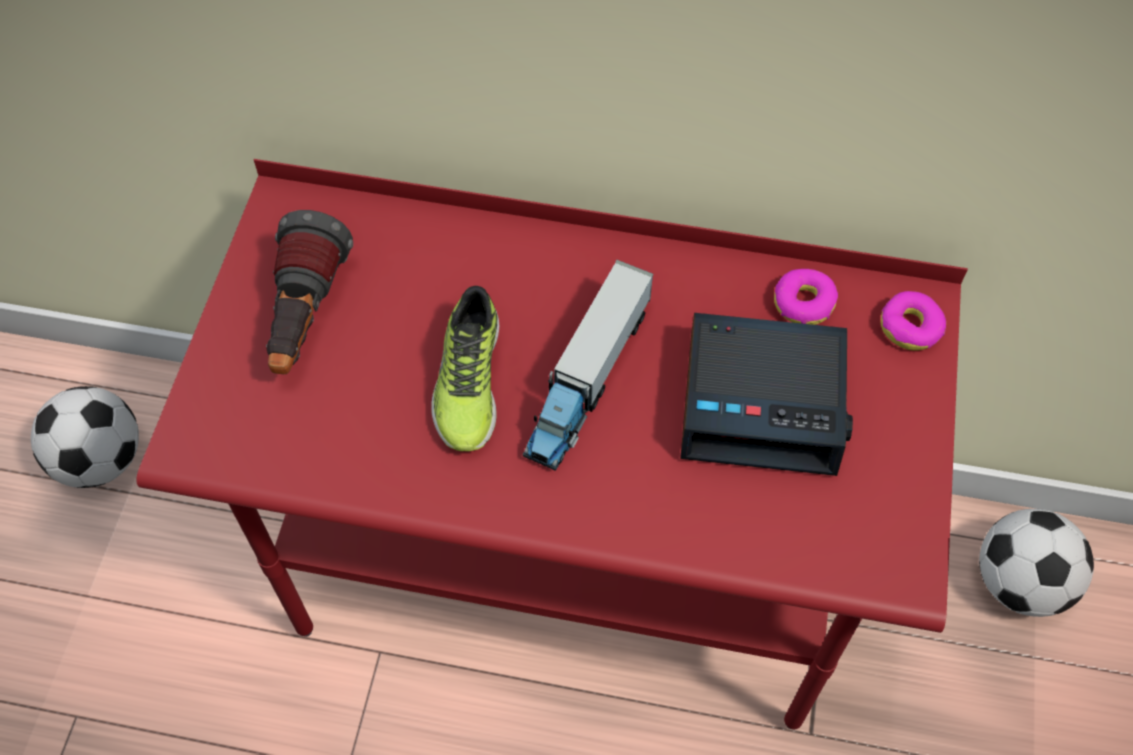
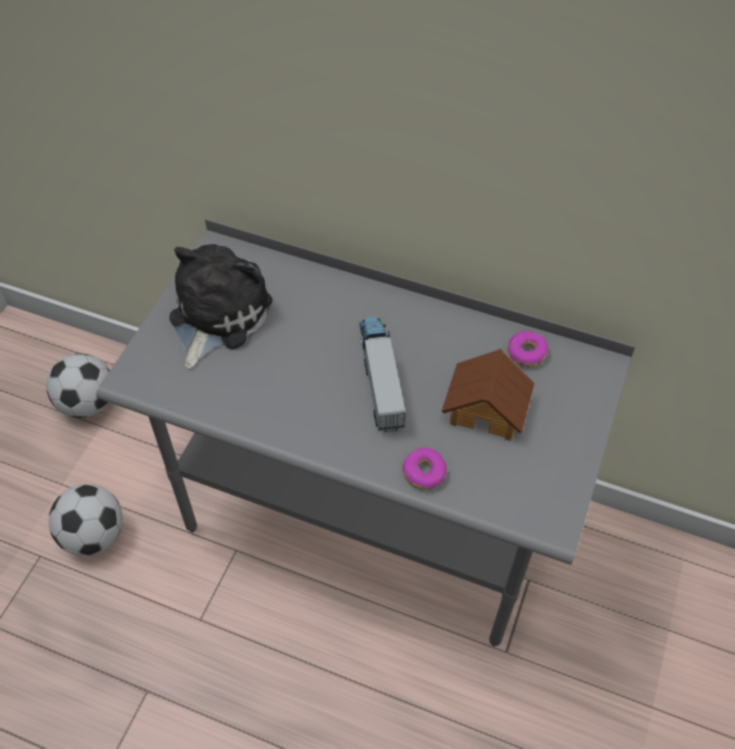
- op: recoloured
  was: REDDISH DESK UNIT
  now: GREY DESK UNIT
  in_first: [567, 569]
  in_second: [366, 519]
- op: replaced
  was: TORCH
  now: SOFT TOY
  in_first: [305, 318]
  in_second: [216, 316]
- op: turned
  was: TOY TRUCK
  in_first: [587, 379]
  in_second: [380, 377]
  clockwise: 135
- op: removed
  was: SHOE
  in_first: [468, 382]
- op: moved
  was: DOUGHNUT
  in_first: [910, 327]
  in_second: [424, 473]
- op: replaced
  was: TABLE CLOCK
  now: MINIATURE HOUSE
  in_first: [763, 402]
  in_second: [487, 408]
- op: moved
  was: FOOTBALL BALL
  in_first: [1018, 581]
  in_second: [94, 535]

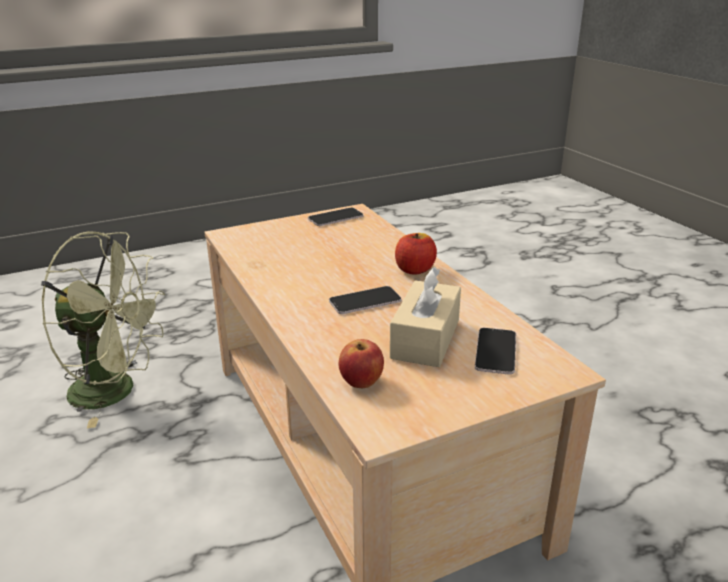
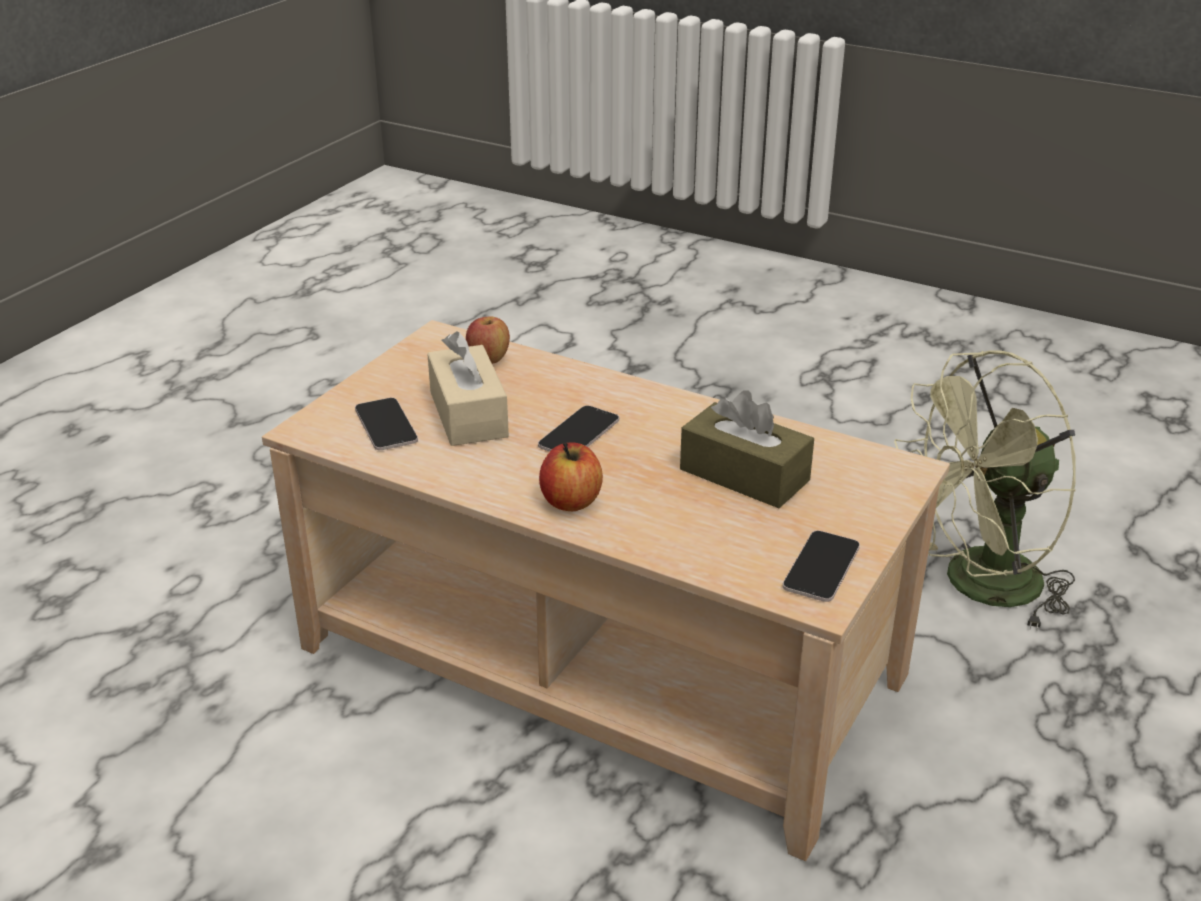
- op: added
  now: BROWN TISSUE BOX
  in_second: [744, 475]

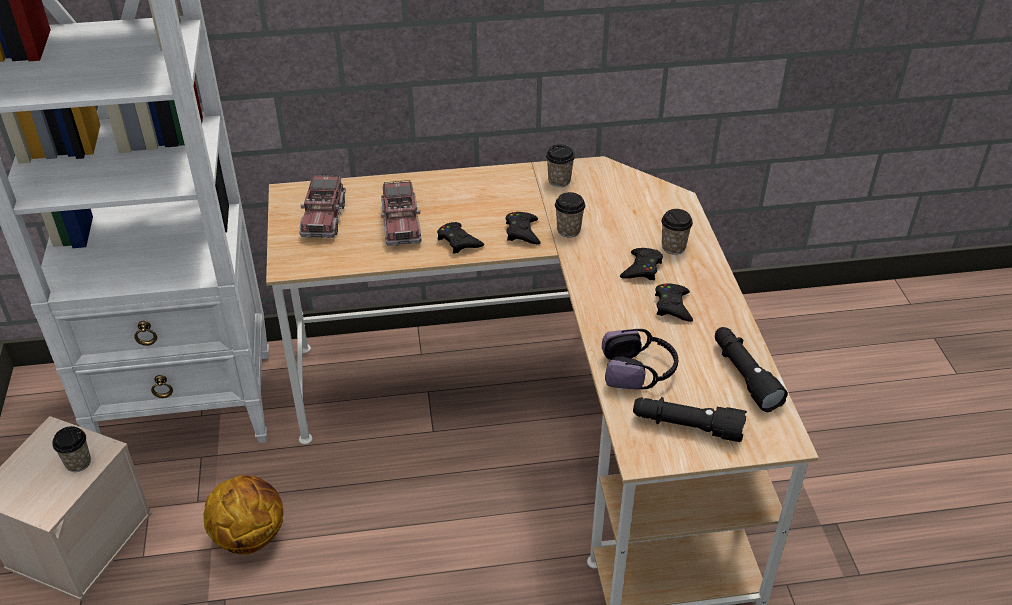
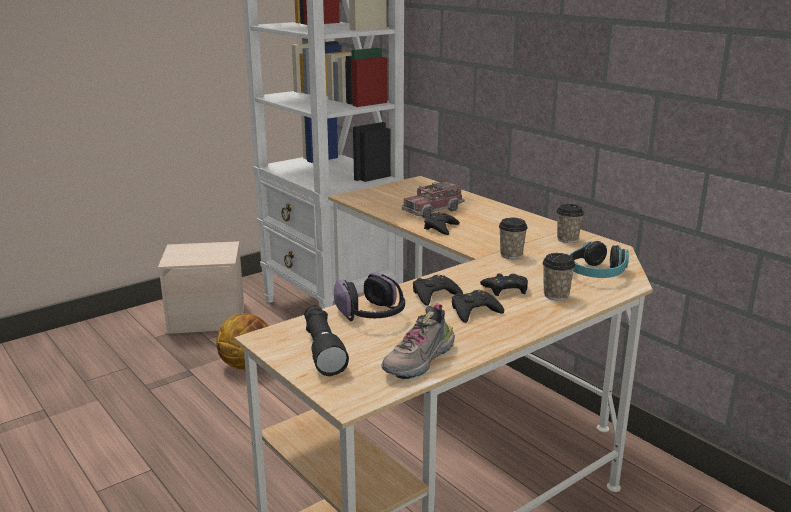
- op: removed
  was: TOY TRUCK
  in_first: [324, 218]
- op: moved
  was: BLACKISH JOYPAD
  in_first: [522, 232]
  in_second: [435, 295]
- op: replaced
  was: BLACKISH TORCH
  now: SHOE
  in_first: [744, 375]
  in_second: [420, 361]
- op: removed
  was: CUP
  in_first: [78, 463]
- op: added
  now: HEADPHONES
  in_second: [596, 273]

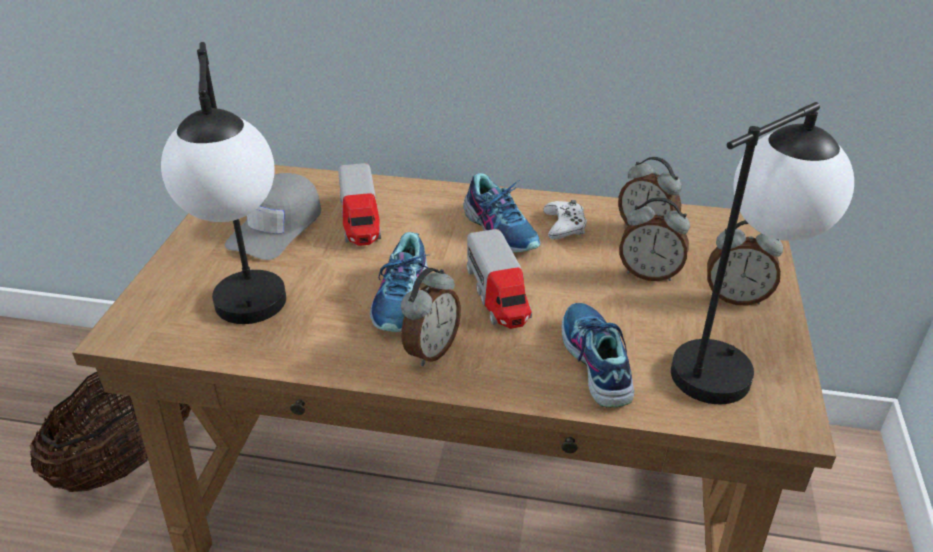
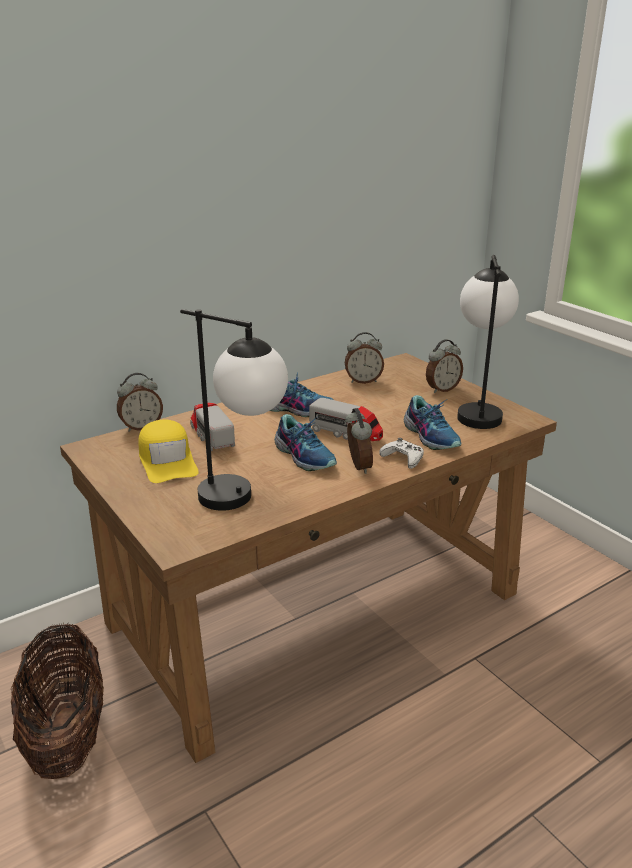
- op: turned
  was: TOY TRUCK
  in_first: [360, 220]
  in_second: [212, 436]
  clockwise: -150
- op: recoloured
  was: GREY BASEBALL CAP
  now: YELLOWISH BASEBALL CAP
  in_first: [277, 227]
  in_second: [167, 460]
- op: moved
  was: TABLE CLOCK
  in_first: [649, 273]
  in_second: [141, 427]
- op: moved
  was: WHITE JOYPAD
  in_first: [564, 226]
  in_second: [403, 458]
- op: turned
  was: SHOE
  in_first: [594, 362]
  in_second: [431, 436]
  clockwise: -150

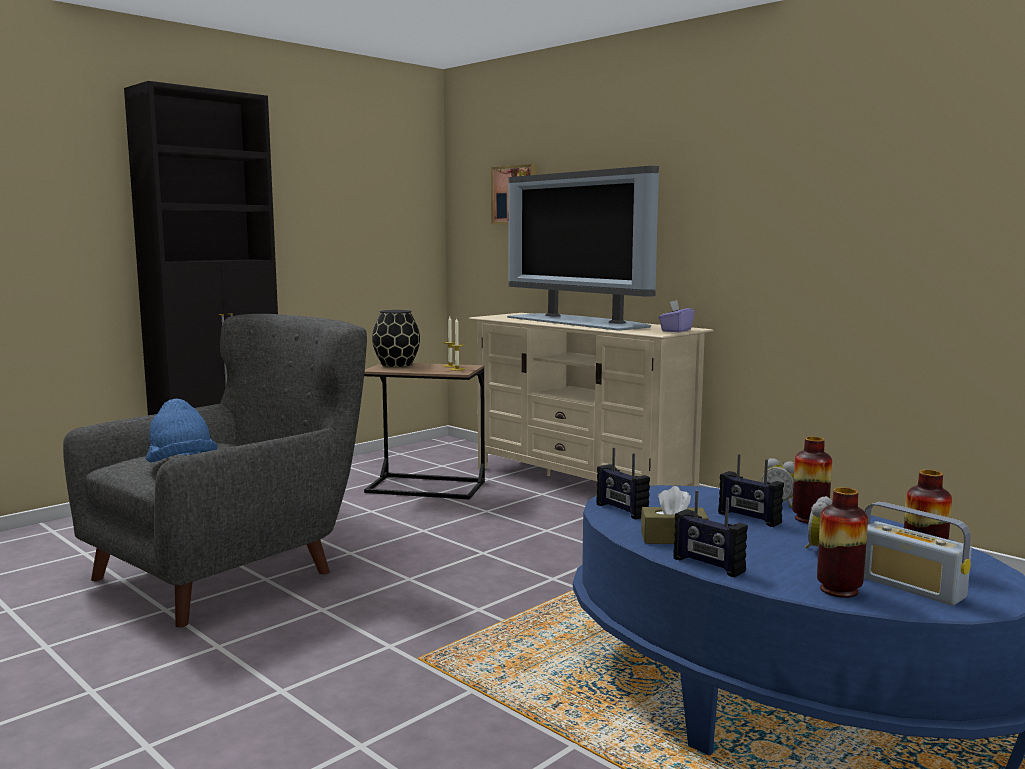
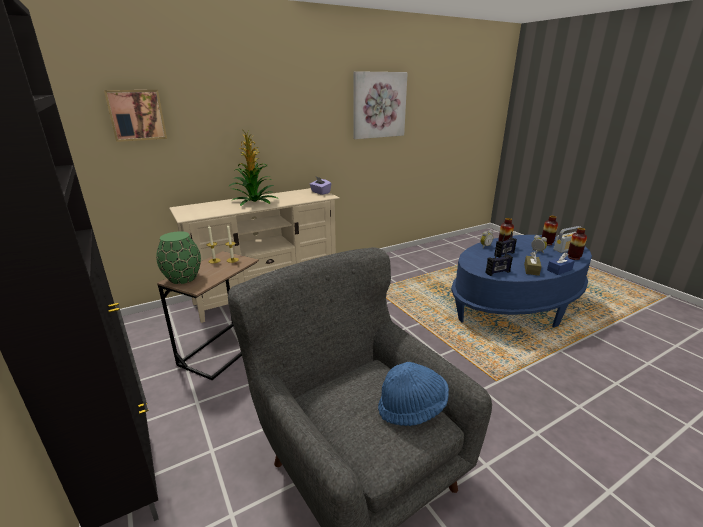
- op: replaced
  was: TV
  now: HOUSEPLANT
  in_first: [579, 322]
  in_second: [254, 202]
- op: recoloured
  was: BLACKISH FLOWER VASE
  now: GREEN-COLOURED FLOWER VASE
  in_first: [397, 364]
  in_second: [183, 278]
- op: replaced
  was: RADIO
  now: BLUE-COLOURED TISSUE BOX
  in_first: [708, 565]
  in_second: [559, 270]
- op: added
  now: WALL PICTURE
  in_second: [379, 105]

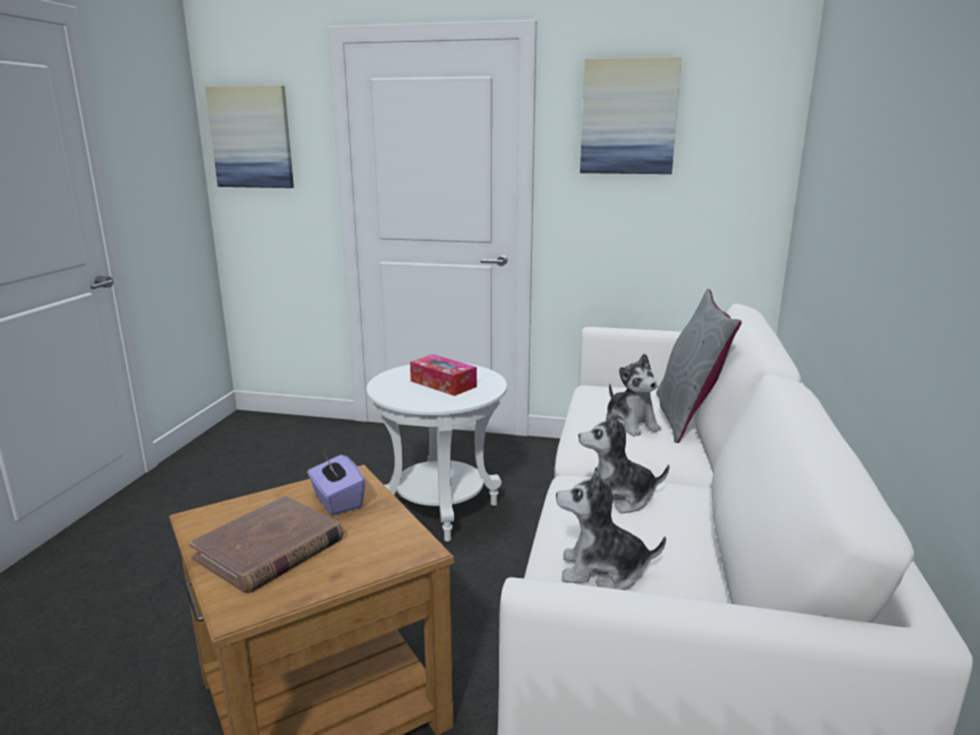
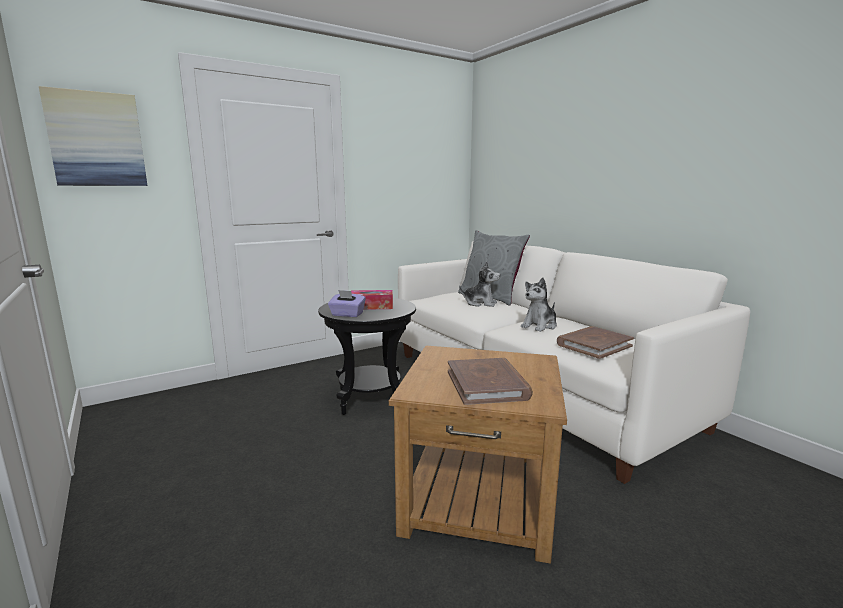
- op: removed
  was: WALL PICTURE
  in_first: [628, 117]
- op: recoloured
  was: WHITE END TABLE
  now: BLACKISH END TABLE
  in_first: [440, 510]
  in_second: [370, 399]
- op: moved
  was: PURPLE-COLOURED TISSUE BOX
  in_first: [337, 501]
  in_second: [347, 314]
- op: replaced
  was: SOFT TOY
  now: BROWN BOOK
  in_first: [602, 571]
  in_second: [594, 345]

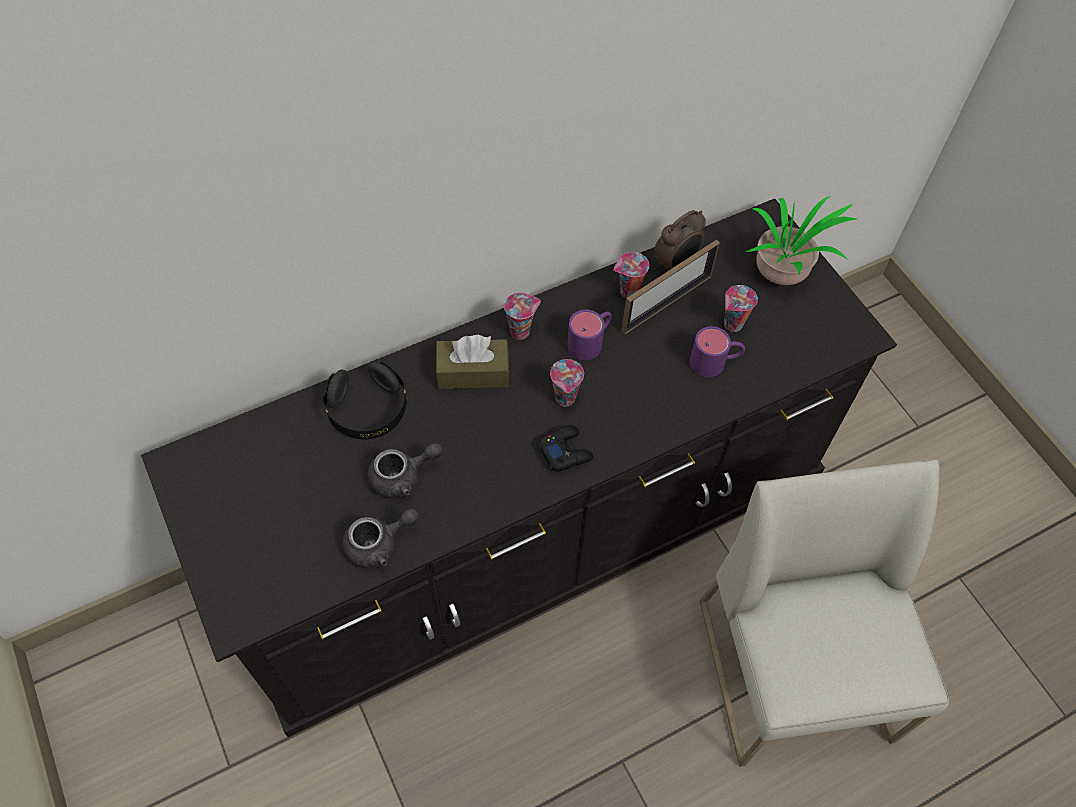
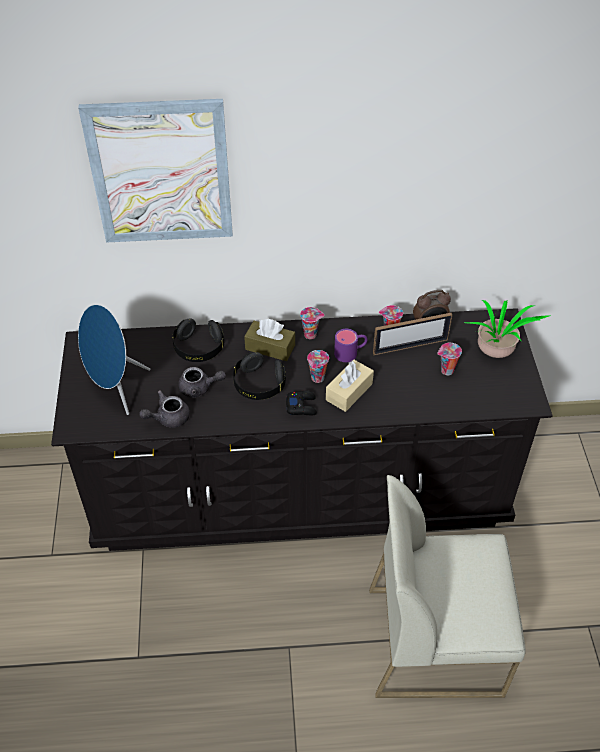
- op: removed
  was: PURPLE-COLOURED COFFEE MUG
  in_first: [715, 362]
- op: turned
  was: WHITE PLAIN CHAIR
  in_first: [796, 671]
  in_second: [435, 640]
  clockwise: -105
- op: turned
  was: GREY POT FOR TEA
  in_first: [379, 544]
  in_second: [168, 418]
  clockwise: 150
- op: added
  now: WALL PICTURE
  in_second: [161, 173]
- op: added
  now: BLUE-COLOURED SPEAKER
  in_second: [116, 389]
- op: added
  now: BLACKISH HEADPHONES
  in_second: [259, 385]
- op: added
  now: SAND-COLOURED TISSUE BOX
  in_second: [349, 392]

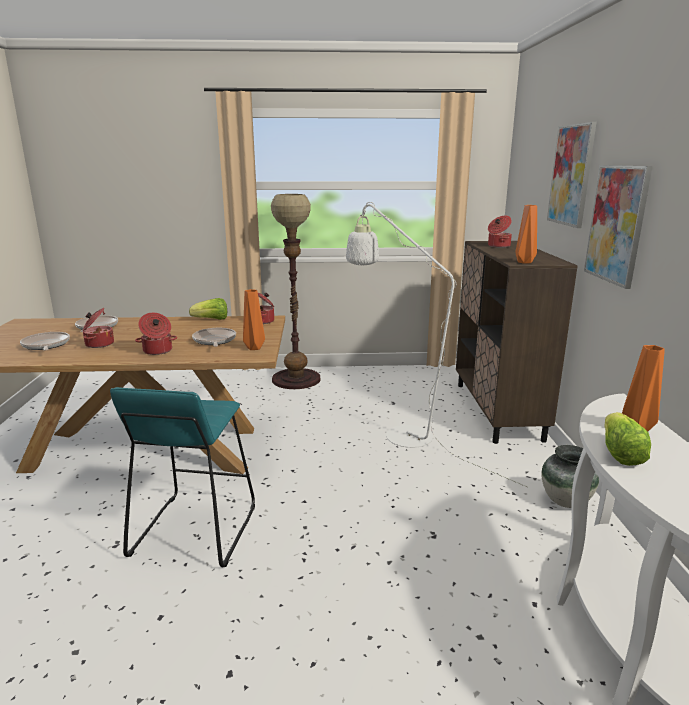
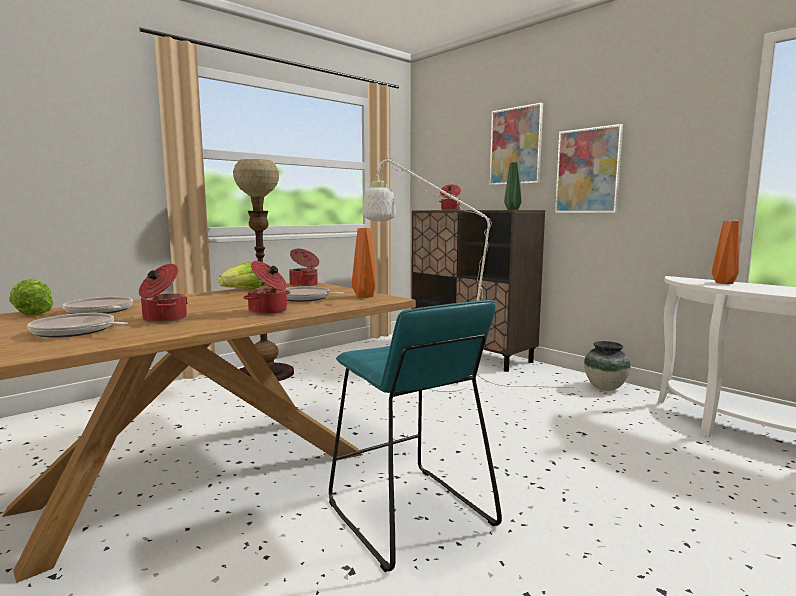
- op: recoloured
  was: ORANGEY FLOWER VASE
  now: GREEN-COLOURED FLOWER VASE
  in_first: [523, 262]
  in_second: [512, 209]
- op: moved
  was: HEAD OF LETTUCE
  in_first: [619, 453]
  in_second: [35, 313]

